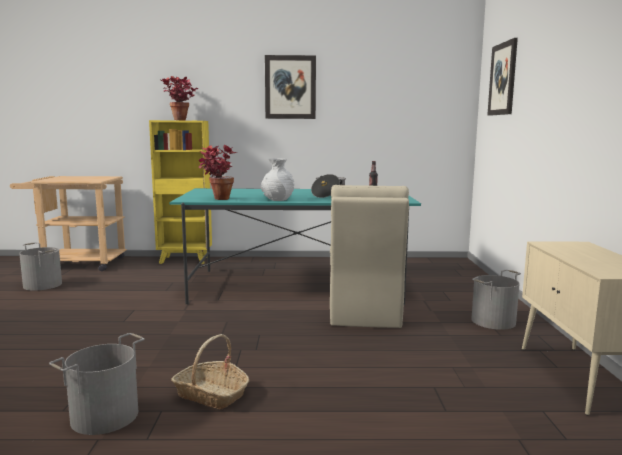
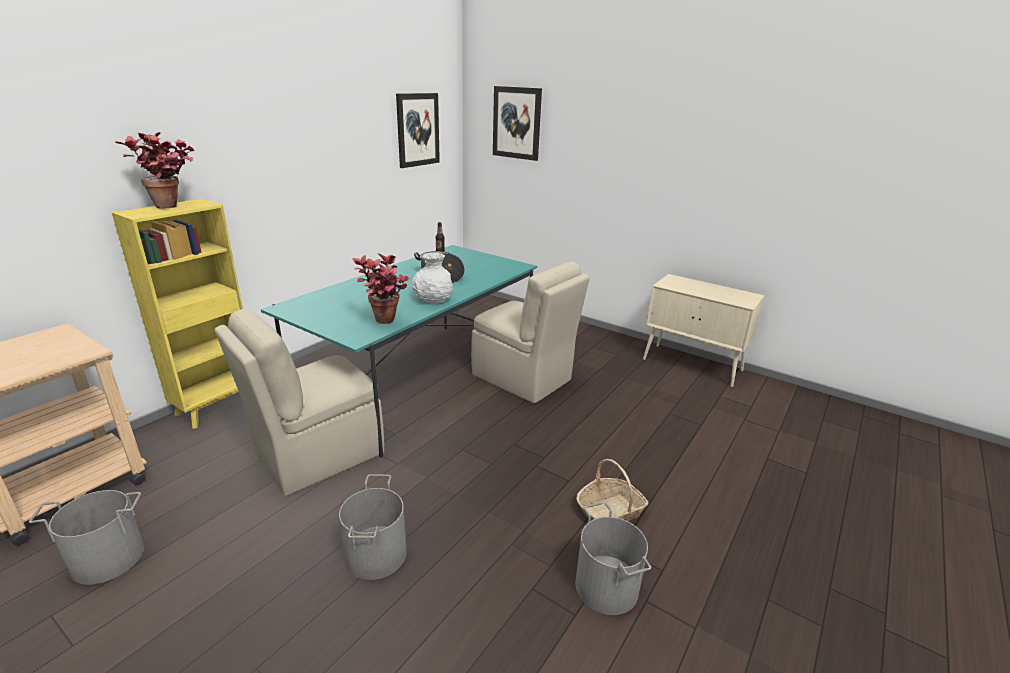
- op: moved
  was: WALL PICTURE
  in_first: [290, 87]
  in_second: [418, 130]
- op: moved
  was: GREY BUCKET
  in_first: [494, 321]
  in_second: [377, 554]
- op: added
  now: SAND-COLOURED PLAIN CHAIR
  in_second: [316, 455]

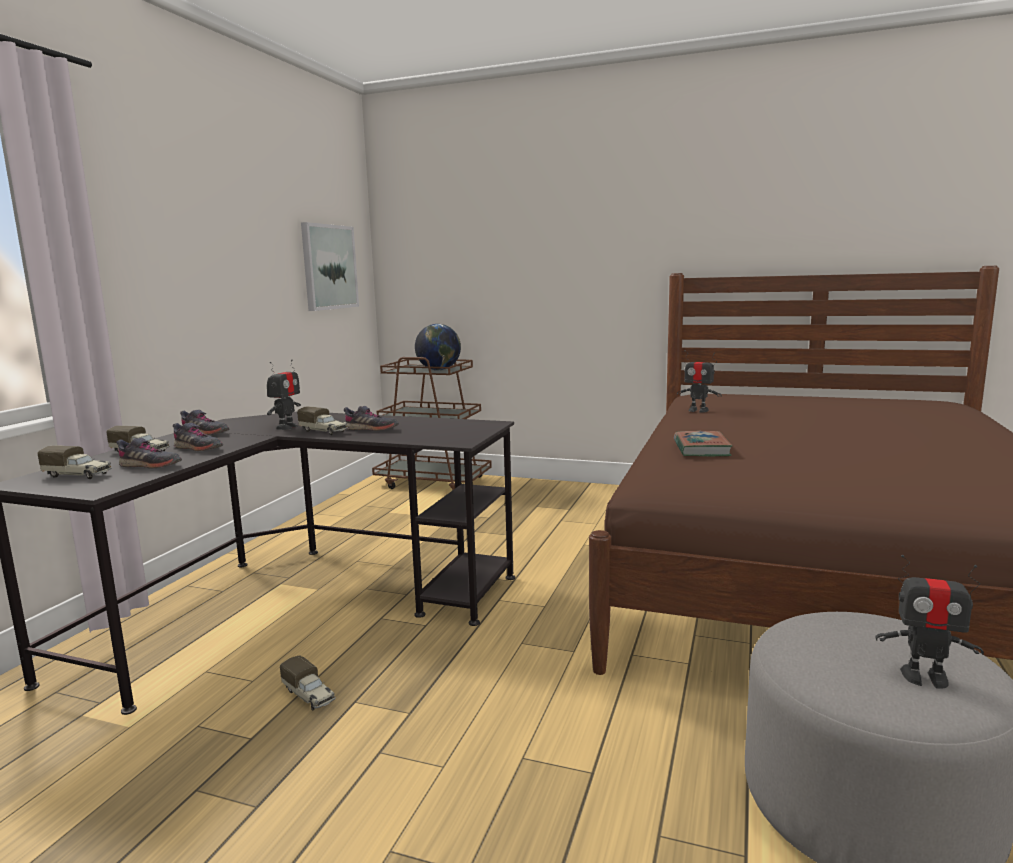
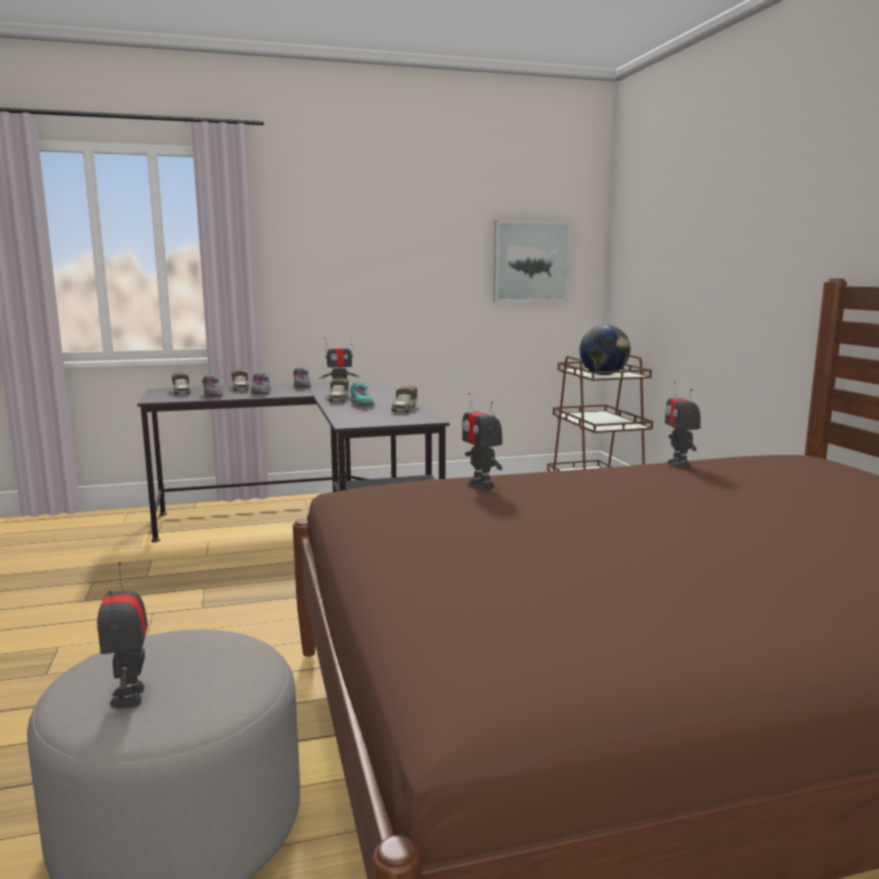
- op: recoloured
  was: GREY SHOE
  now: TURQUOISE SHOE
  in_first: [371, 429]
  in_second: [361, 404]
- op: replaced
  was: BOOK
  now: TOY ROBOT
  in_first: [701, 449]
  in_second: [481, 485]
- op: moved
  was: TOY TRUCK
  in_first: [309, 696]
  in_second: [404, 409]

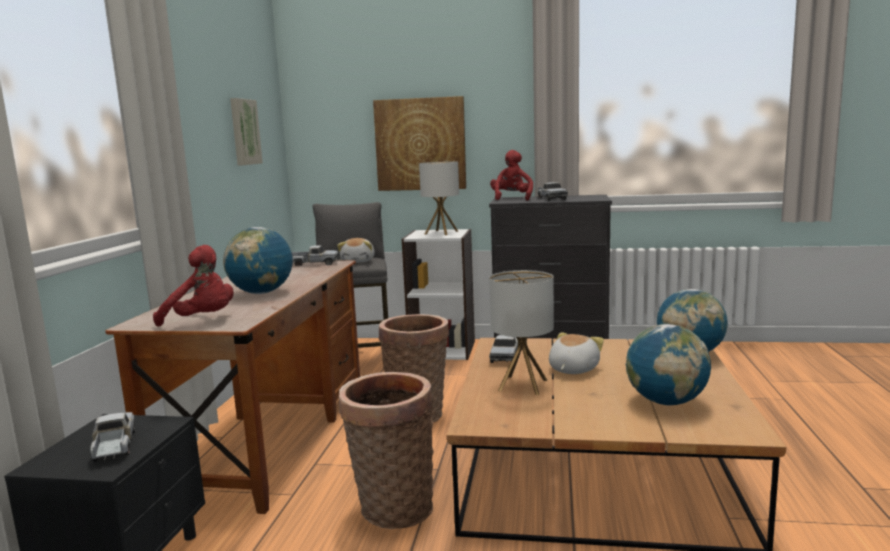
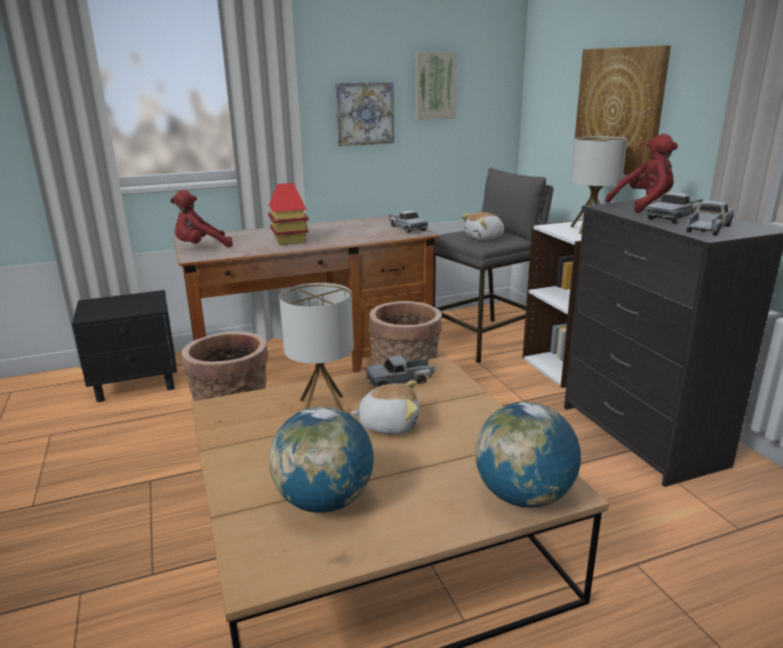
- op: replaced
  was: GLOBE
  now: MINIATURE HOUSE
  in_first: [261, 293]
  in_second: [289, 240]
- op: turned
  was: REDDISH SOFT TOY
  in_first: [202, 321]
  in_second: [201, 248]
  clockwise: 75
- op: moved
  was: TOY TRUCK
  in_first: [114, 446]
  in_second: [707, 229]
- op: added
  now: WALL PICTURE
  in_second: [364, 113]

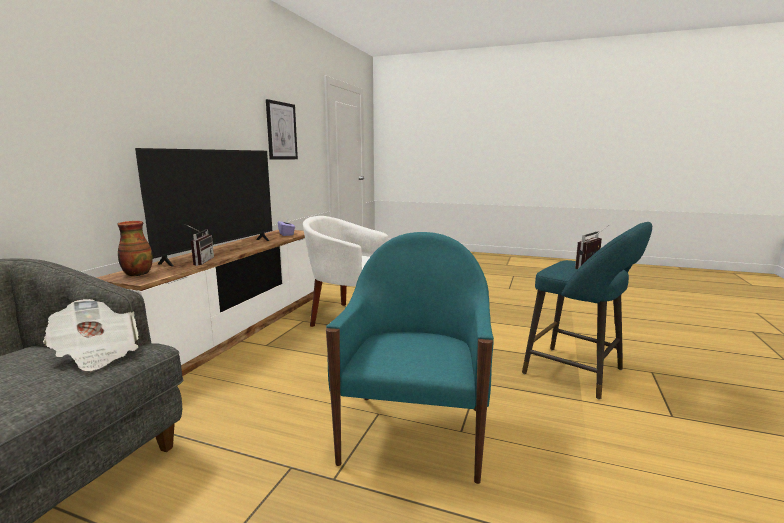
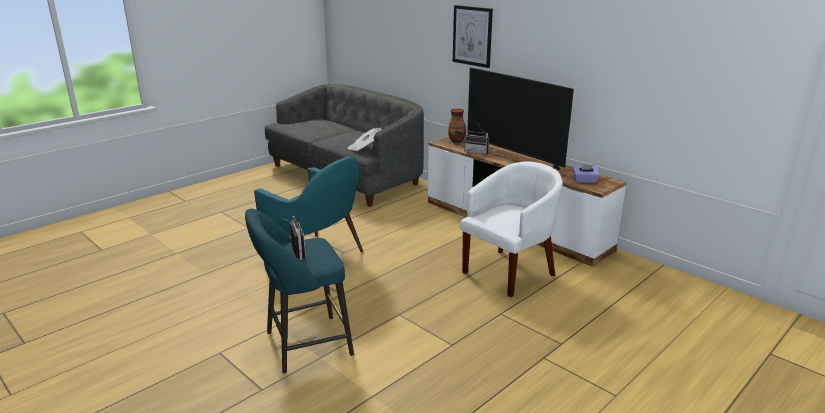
- op: moved
  was: WALL PICTURE
  in_first: [281, 131]
  in_second: [472, 36]

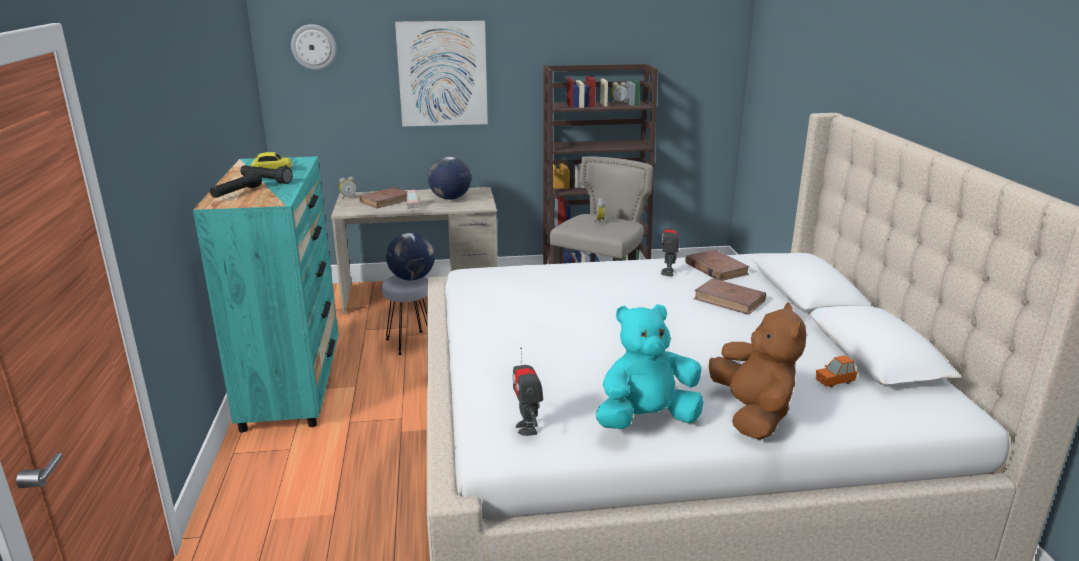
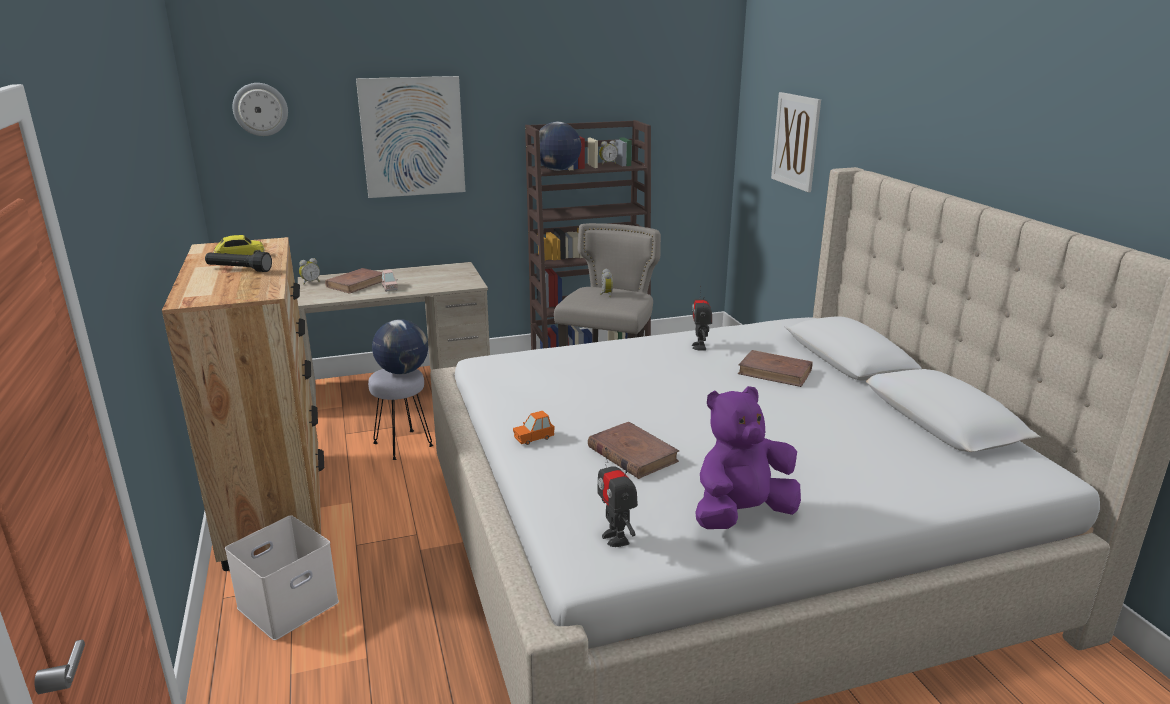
- op: recoloured
  was: TURQUOISE DRAWER CHEST
  now: BROWN DRAWER CHEST
  in_first: [293, 385]
  in_second: [276, 507]
- op: moved
  was: GLOBE
  in_first: [450, 198]
  in_second: [557, 170]
- op: removed
  was: BLACKISH TORCH
  in_first: [236, 193]
- op: moved
  was: BROWN BOOK
  in_first: [716, 268]
  in_second: [632, 454]
- op: removed
  was: BROWN SOFT TOY
  in_first: [752, 414]
- op: recoloured
  was: TURQUOISE SOFT TOY
  now: PURPLE-COLOURED SOFT TOY
  in_first: [646, 420]
  in_second: [741, 514]
- op: moved
  was: ORANGEY TOY CAR
  in_first: [834, 381]
  in_second: [533, 438]
- op: added
  now: WALL PICTURE
  in_second: [796, 141]
- op: added
  now: WHITE STORAGE CONTAINER
  in_second: [288, 603]

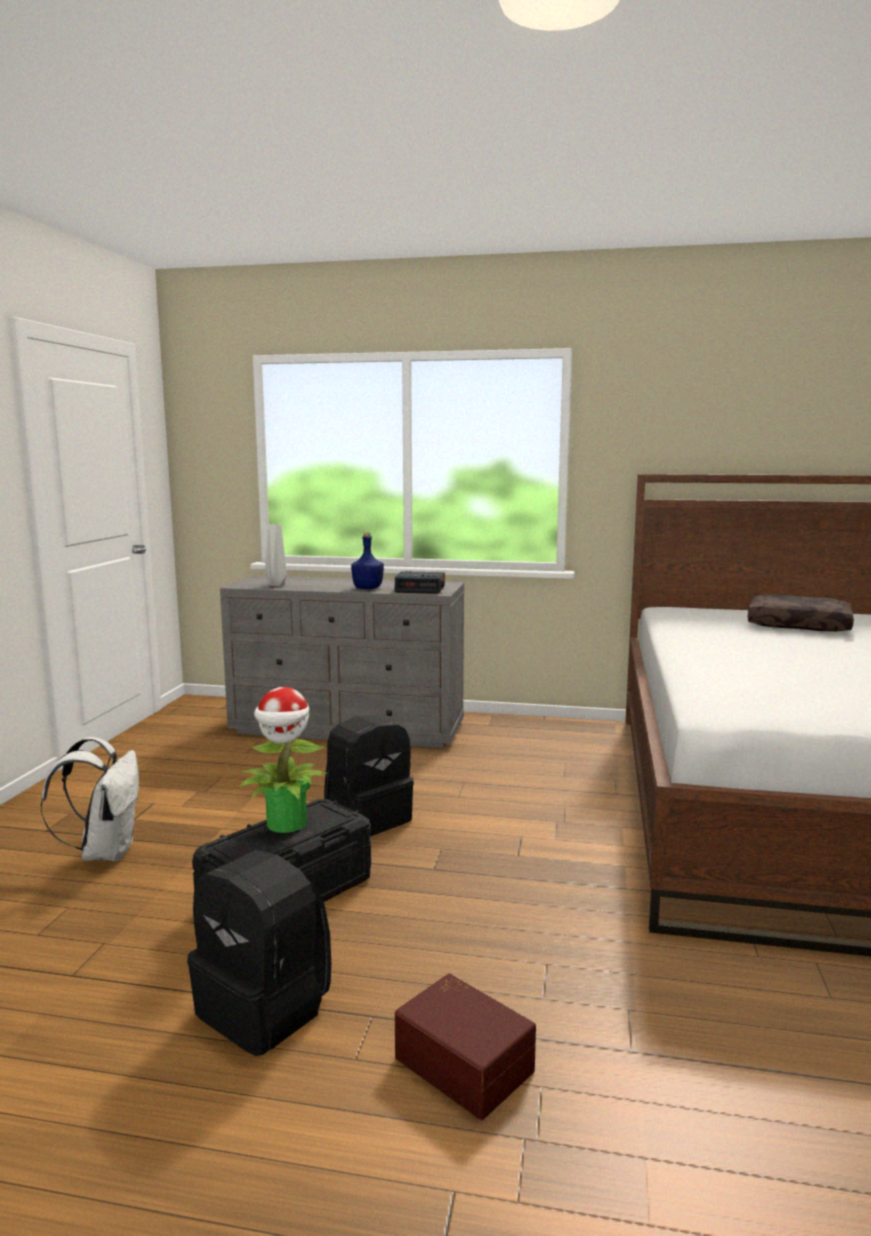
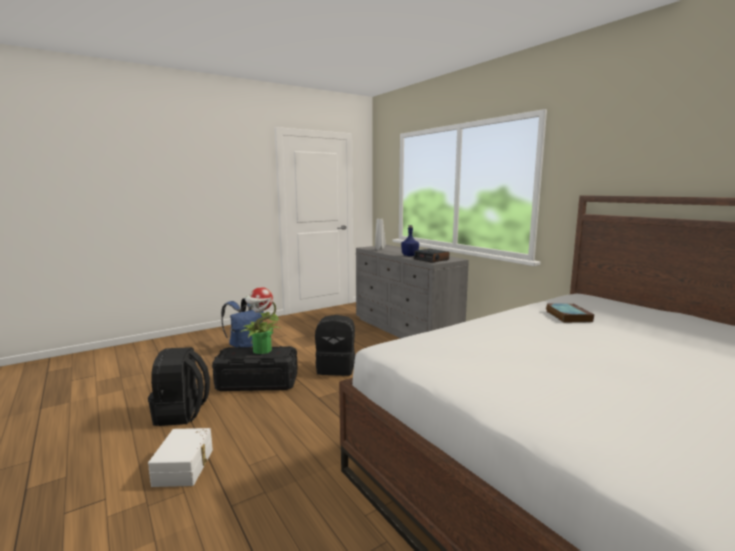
- op: removed
  was: BROWN CUSHION
  in_first: [799, 625]
- op: recoloured
  was: WHITE KNAPSACK
  now: BLUE-COLOURED KNAPSACK
  in_first: [105, 852]
  in_second: [244, 345]
- op: recoloured
  was: BROWN STORAGE CONTAINER
  now: WHITE STORAGE CONTAINER
  in_first: [466, 1062]
  in_second: [185, 467]
- op: added
  now: BOOK
  in_second: [567, 316]

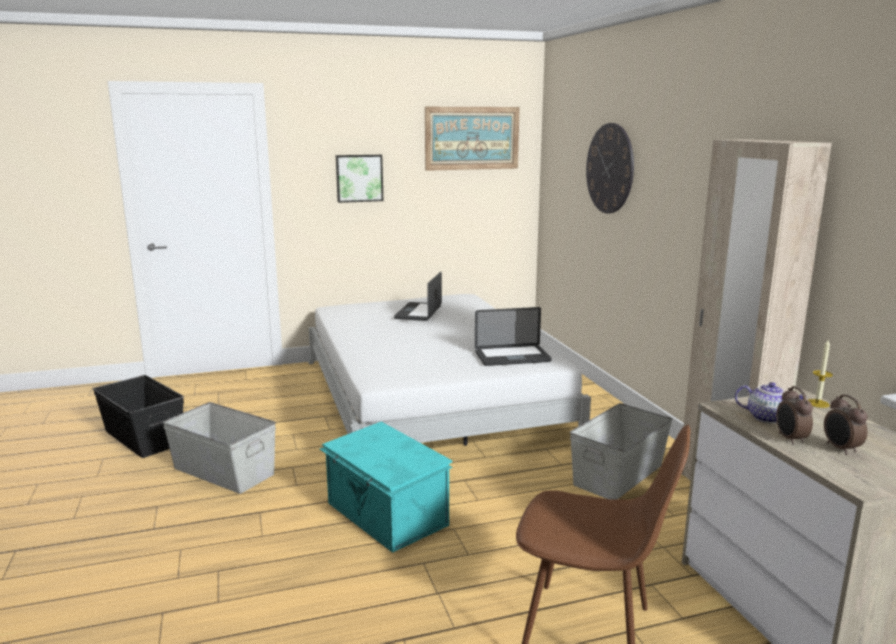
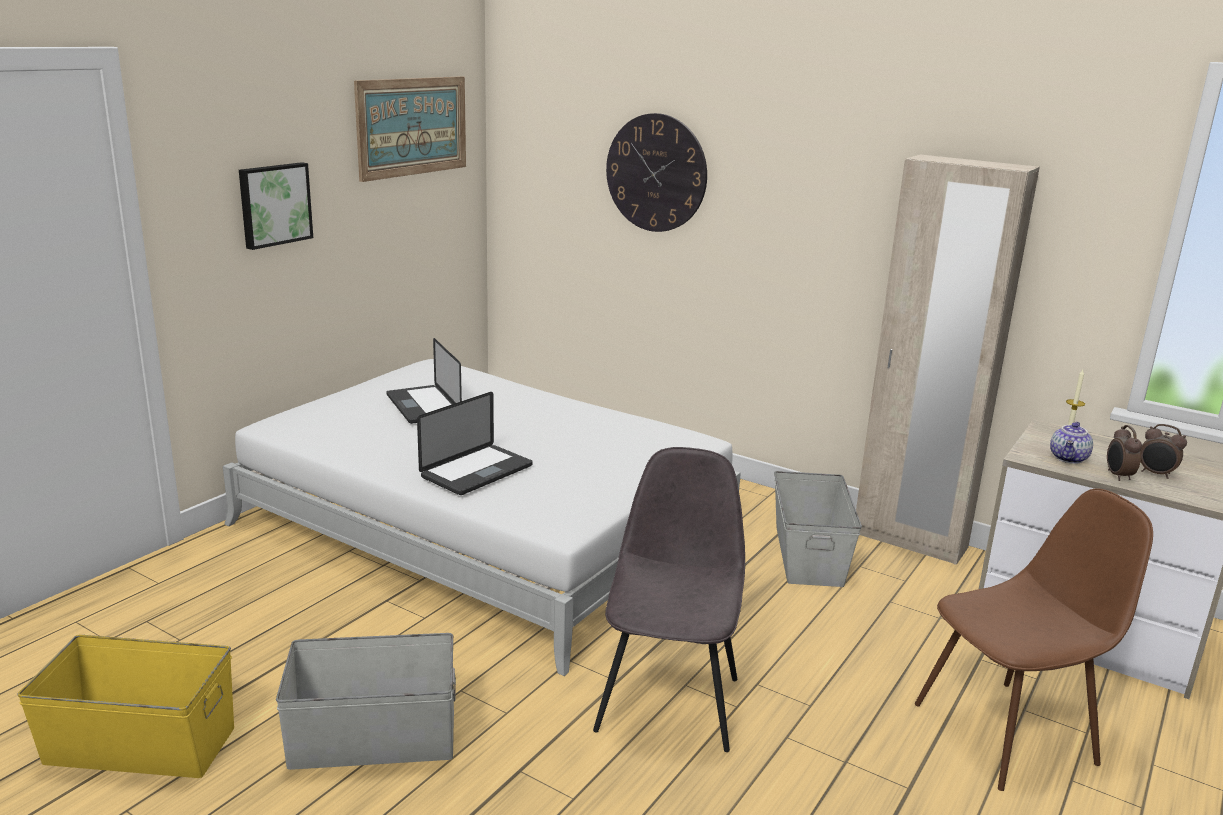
- op: moved
  was: PORTABLE COMPUTER
  in_first: [512, 357]
  in_second: [477, 471]
- op: recoloured
  was: BLACKISH STORAGE CONTAINER
  now: YELLOWISH STORAGE CONTAINER
  in_first: [144, 437]
  in_second: [140, 744]
- op: turned
  was: POT FOR TEA
  in_first: [767, 418]
  in_second: [1069, 459]
  clockwise: 135
- op: turned
  was: TABLE CLOCK
  in_first: [790, 439]
  in_second: [1118, 476]
  clockwise: 45
- op: replaced
  was: TURQUOISE STORAGE CONTAINER
  now: GREY PLAIN CHAIR
  in_first: [386, 515]
  in_second: [669, 701]

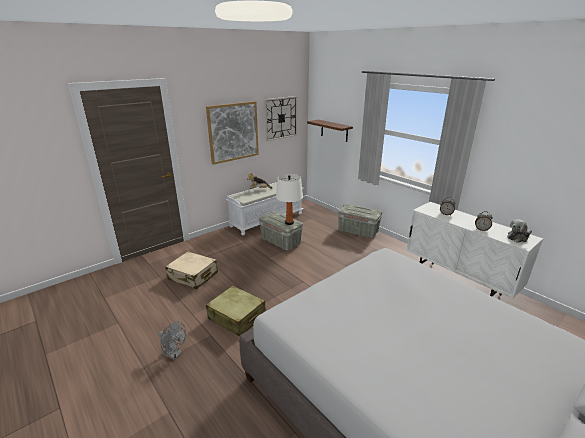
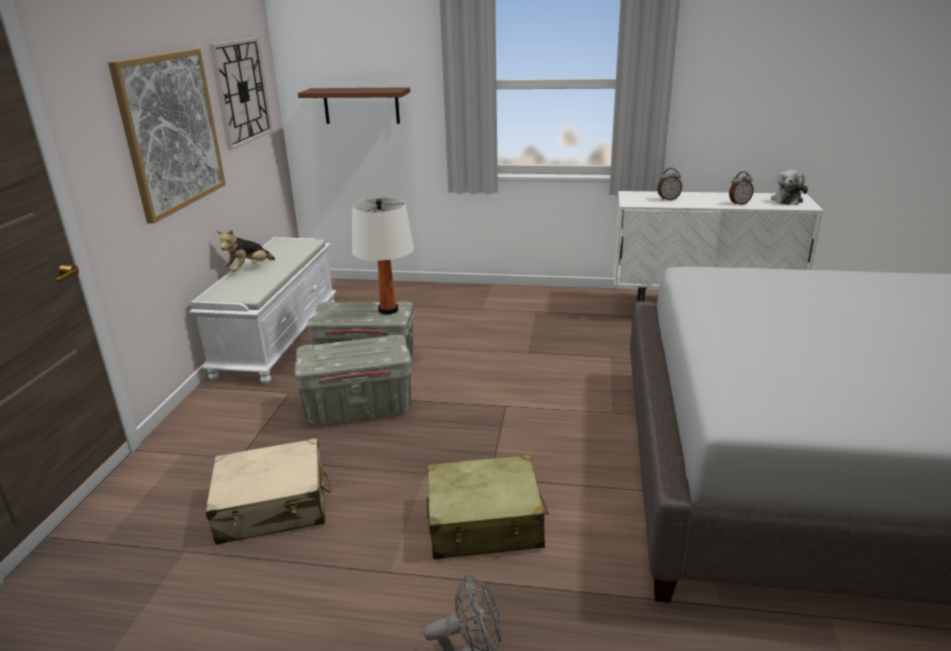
- op: moved
  was: GREY STORAGE CONTAINER
  in_first: [358, 231]
  in_second: [359, 407]

